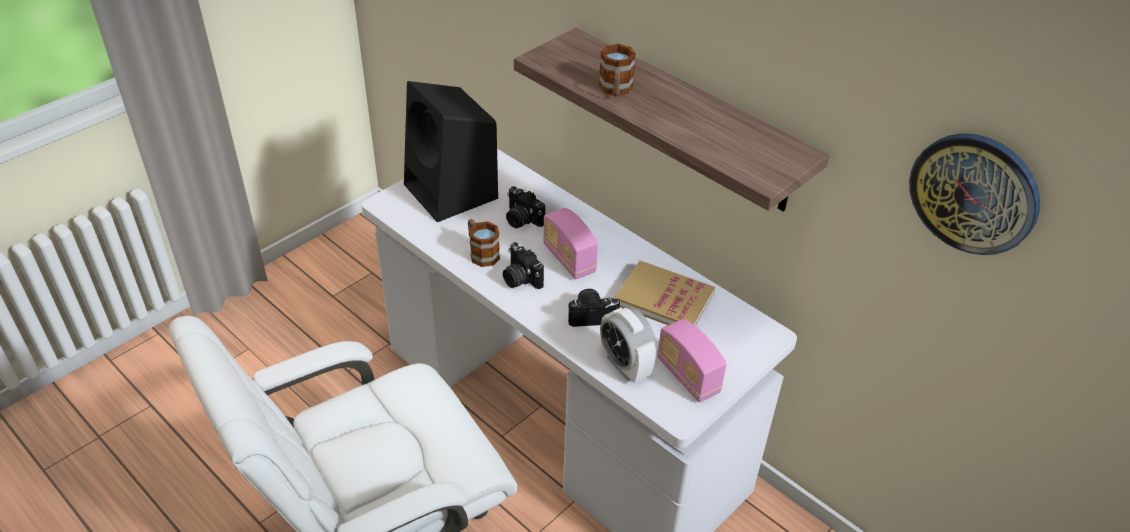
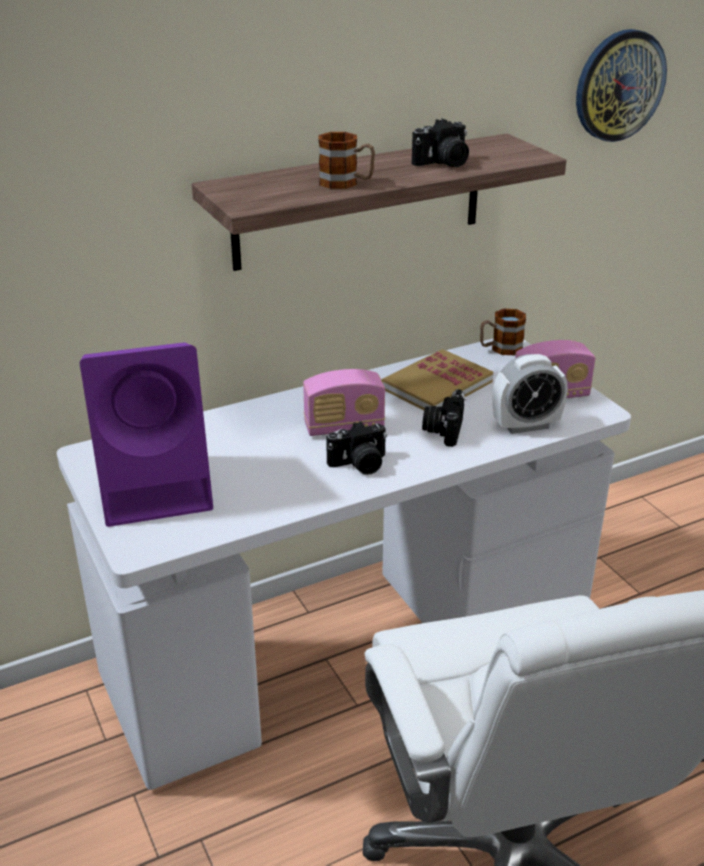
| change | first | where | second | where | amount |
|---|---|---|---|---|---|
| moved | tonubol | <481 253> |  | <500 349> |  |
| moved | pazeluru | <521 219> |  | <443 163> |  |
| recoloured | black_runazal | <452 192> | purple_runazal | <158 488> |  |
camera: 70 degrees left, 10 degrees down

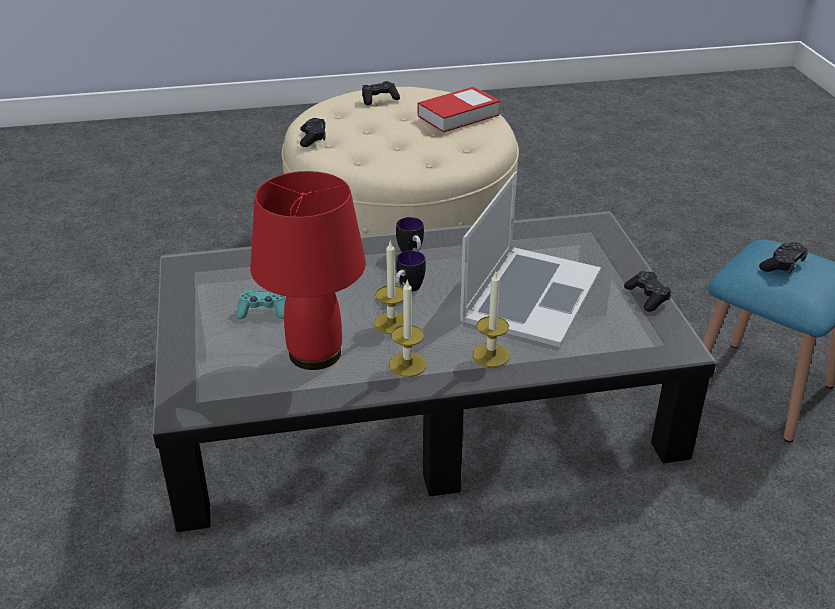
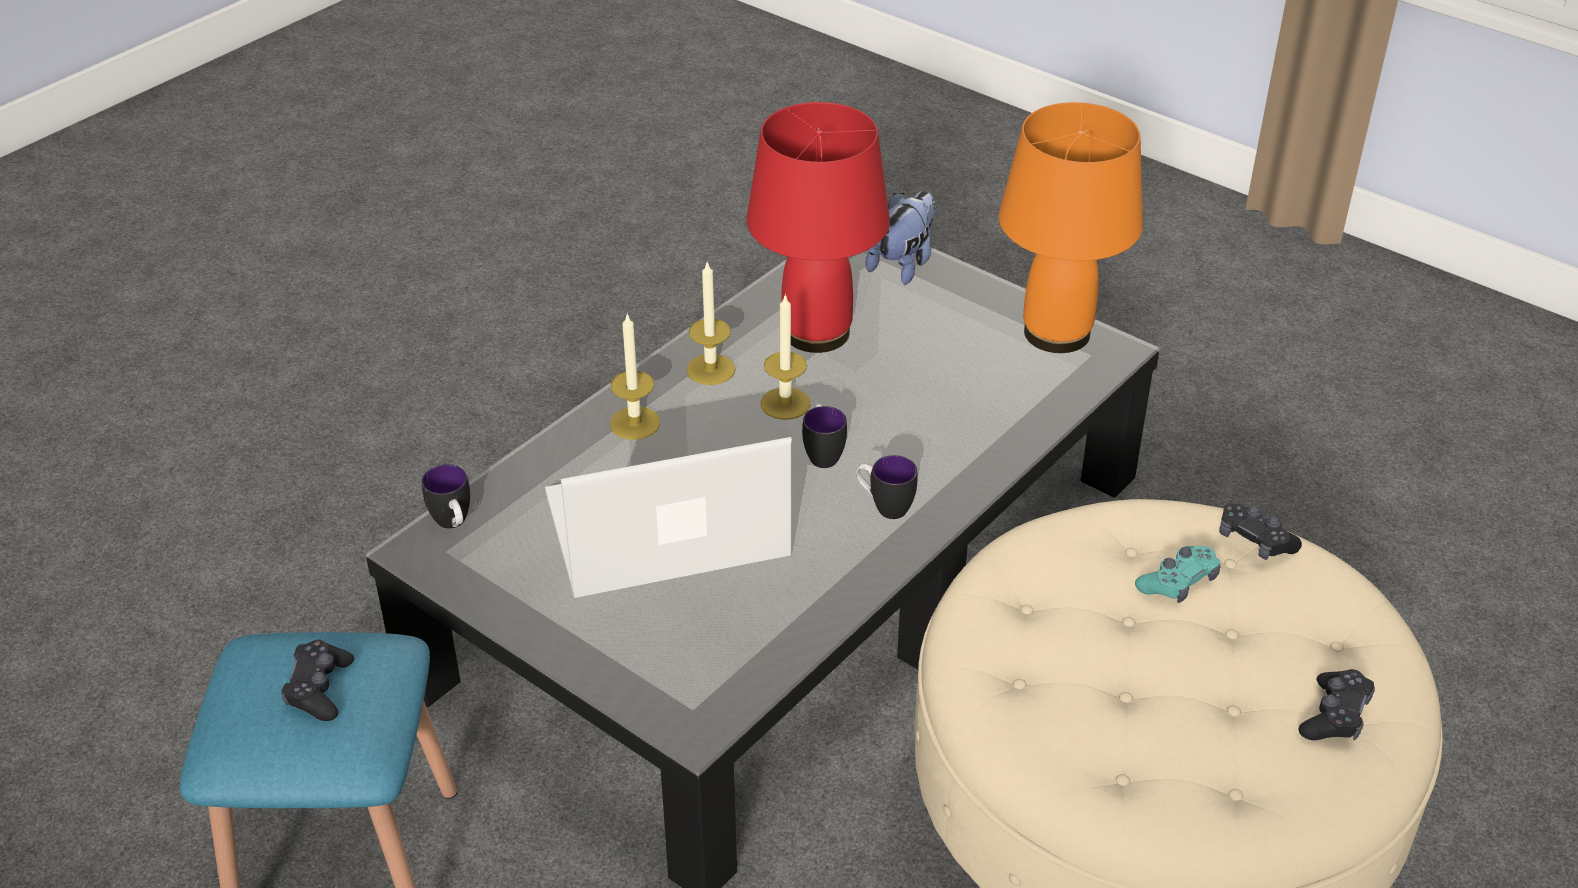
| change | first | where | second | where | amount |
|---|---|---|---|---|---|
| removed | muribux | <458 115> |  |  |  |
| removed | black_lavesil | <647 297> |  |  |  |
| added |  |  | tonubol | <453 525> |  |
| added |  |  | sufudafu | <904 264> |  |
| added |  |  | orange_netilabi | <1055 334> |  |
| moved | turquoise_lavesil | <263 311> |  | <1178 583> |  |
| turned | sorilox | <530 295> |  | <667 526> | 90 degrees clockwise |
camera: 140 degrees right, 5 degrees up

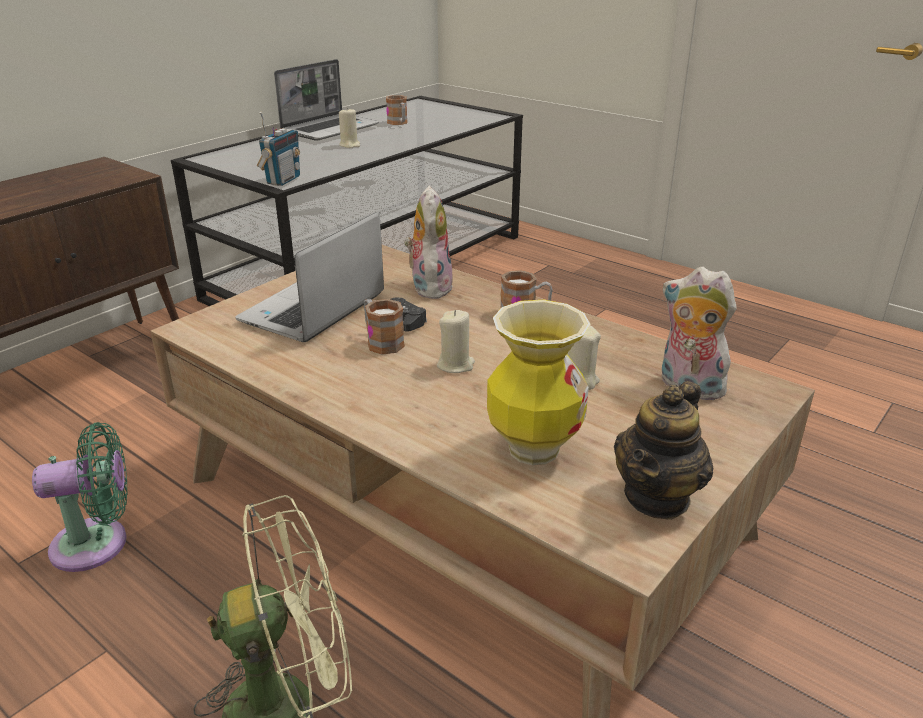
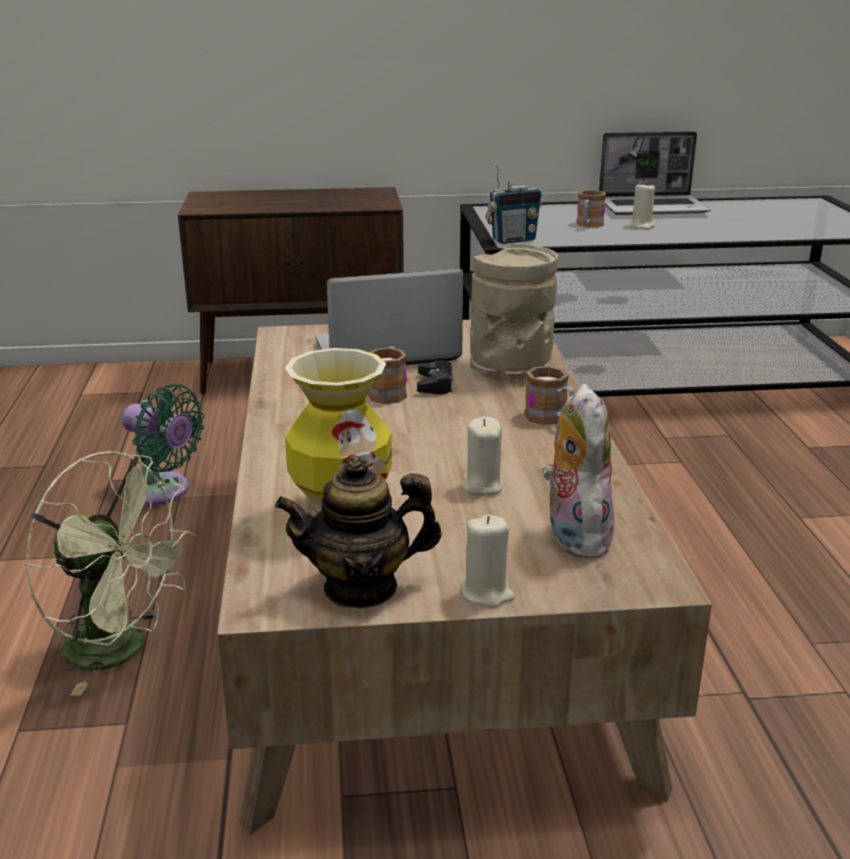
| change | first | where | second | where | amount |
|---|---|---|---|---|---|
| moved | tonubol | <399 123> |  | <588 225> |  |
| moved | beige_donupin | <456 365> |  | <486 593> |  |
| replaced | sufudafu | <429 287> | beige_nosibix | <511 369> |  |
camera: 45 degrees right, 5 degrees down

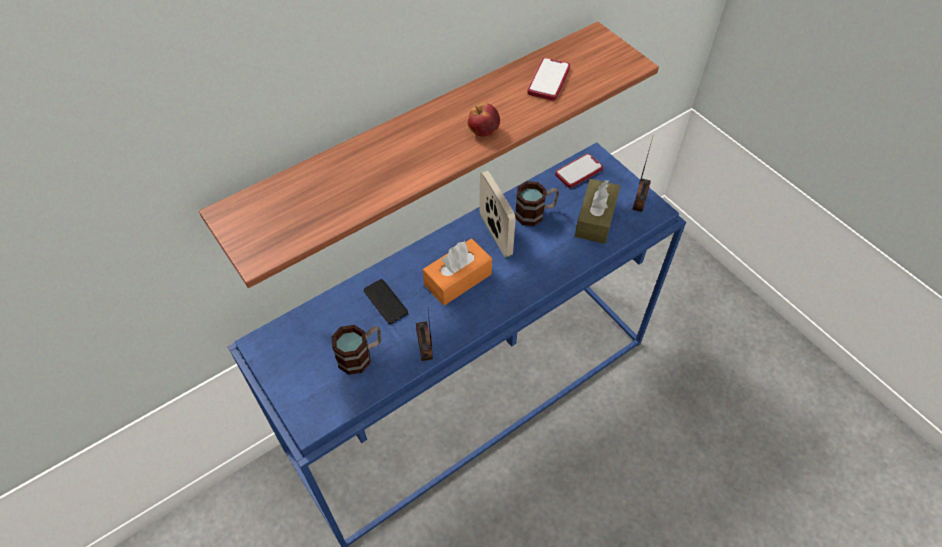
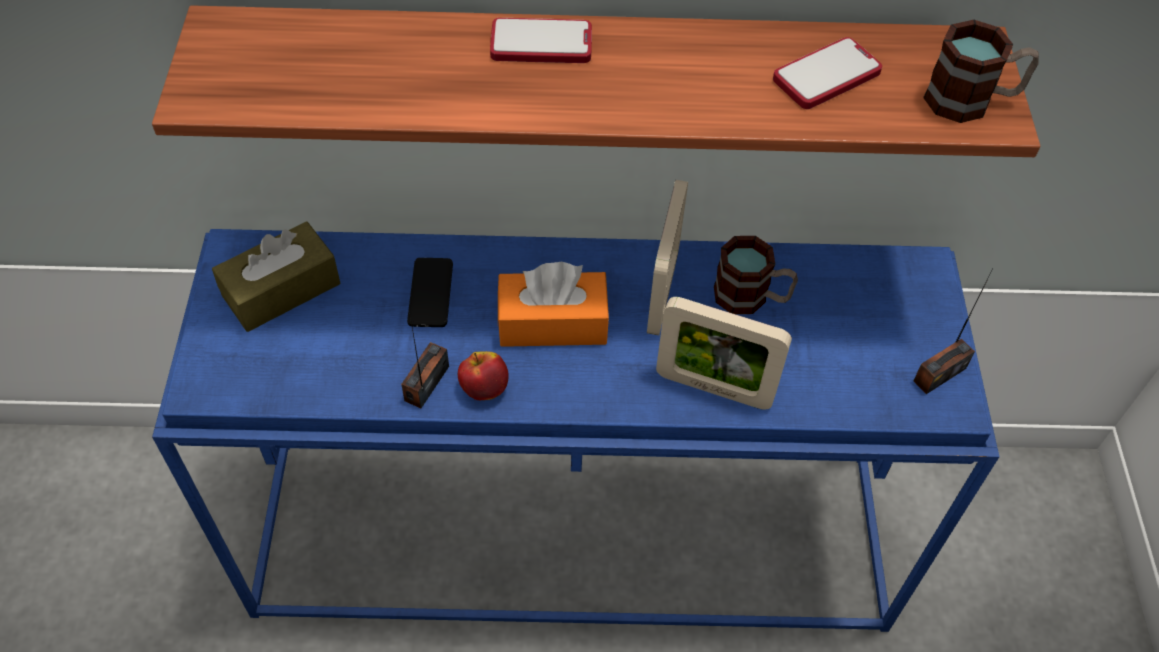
| change | first | where | second | where | amount |
|---|---|---|---|---|---|
| added |  |  | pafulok | <713 388> |  |
| moved | tonubol | <360 355> |  | <971 100> |  |
| moved | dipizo | <483 131> |  | <484 388> |  |
| moved | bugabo | <578 172> |  | <541 44> |  |
| moved | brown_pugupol | <595 219> |  | <281 290> |  |
camera: 35 degrees right, 0 degrees up

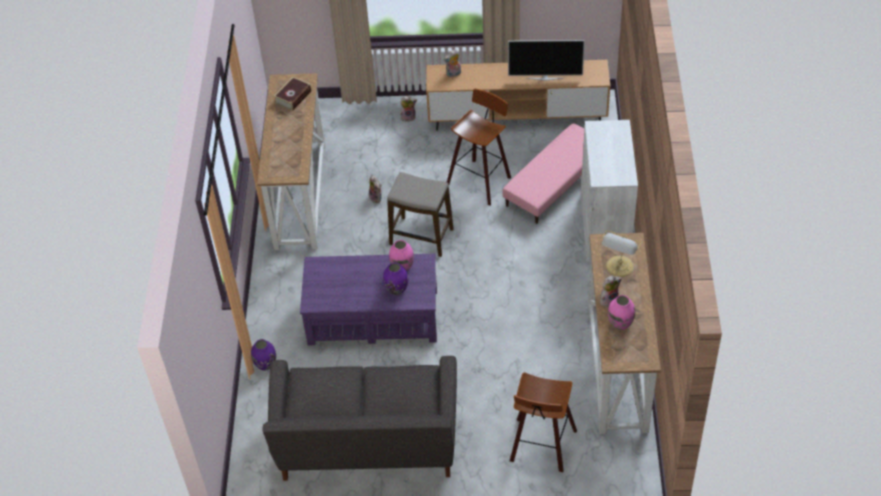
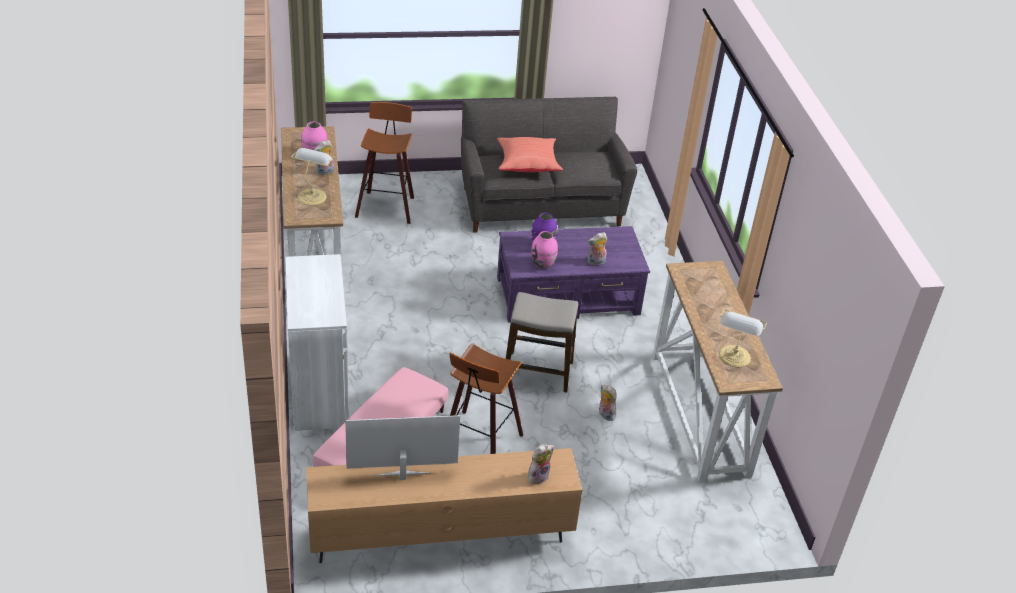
| change | first | where | second | where | amount |
|---|---|---|---|---|---|
| removed | purple_nosibix | <265 364> |  |  |  |
| added |  |  | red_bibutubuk | <527 164> |  |
| moved | sufudafu | <408 117> |  | <596 262> |  |
| replaced | muribux | <293 97> | netilabi | <734 357> |  |
camera: 165 degrees right, 10 degrees down

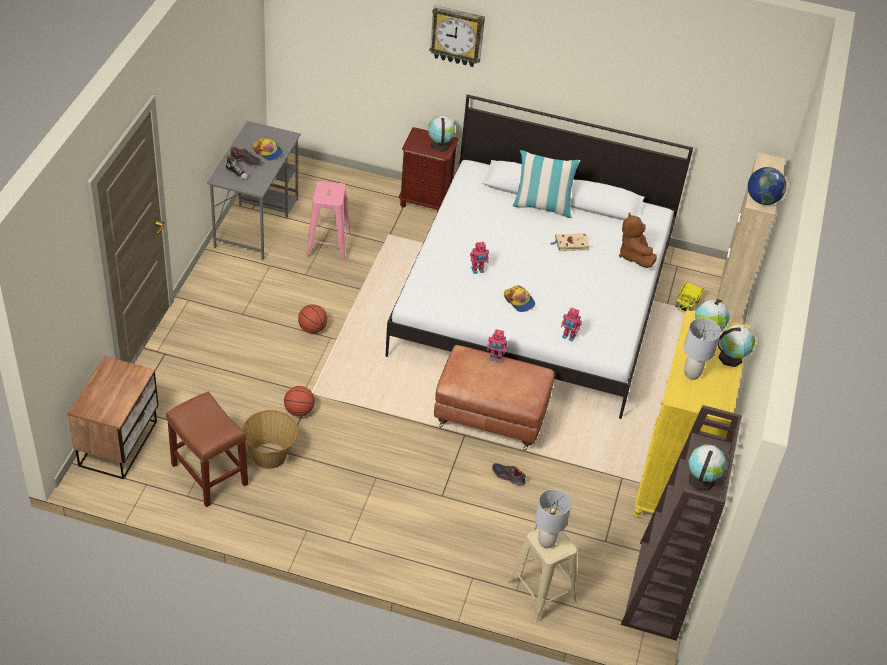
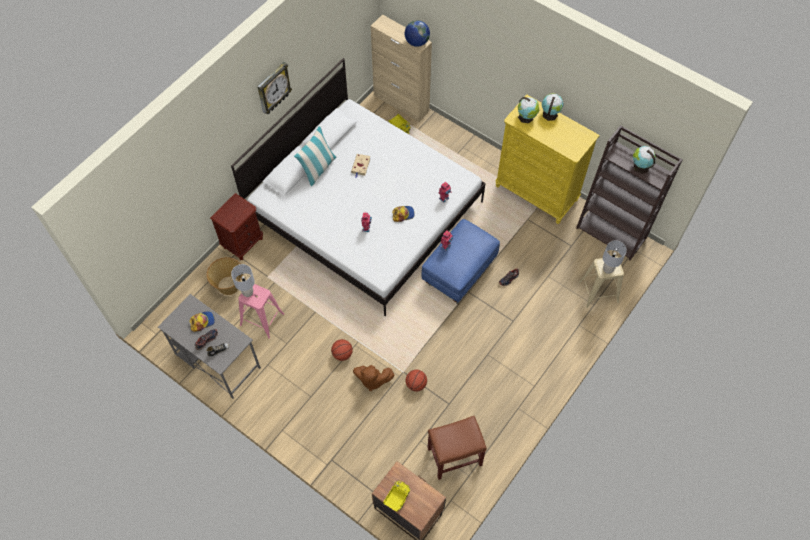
| change | first | where | second | where | amount |
|---|---|---|---|---|---|
| removed | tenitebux | <440 144> |  |  |  |
| added |  |  | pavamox | <397 498> |  |
| moved | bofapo | <270 456> |  | <229 285> |  |
| moved | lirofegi | <457 36> |  | <273 88> |  |
| moved | brown_sufudafu | <634 256> |  | <372 380> |  |
| moved | grey_netilabi | <691 374> |  | <247 293> |  |
| recoloured | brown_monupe | <491 418> | blue_monupe | <459 272> |  |
camera: 65 degrees left, 15 degrees up

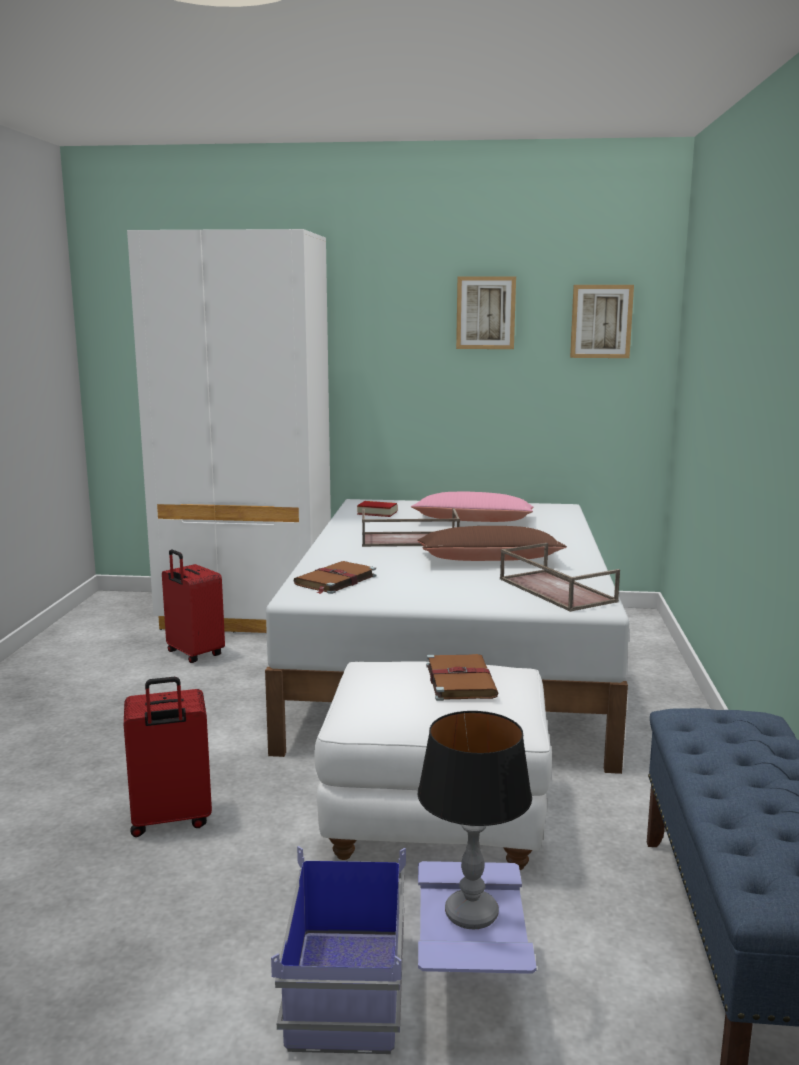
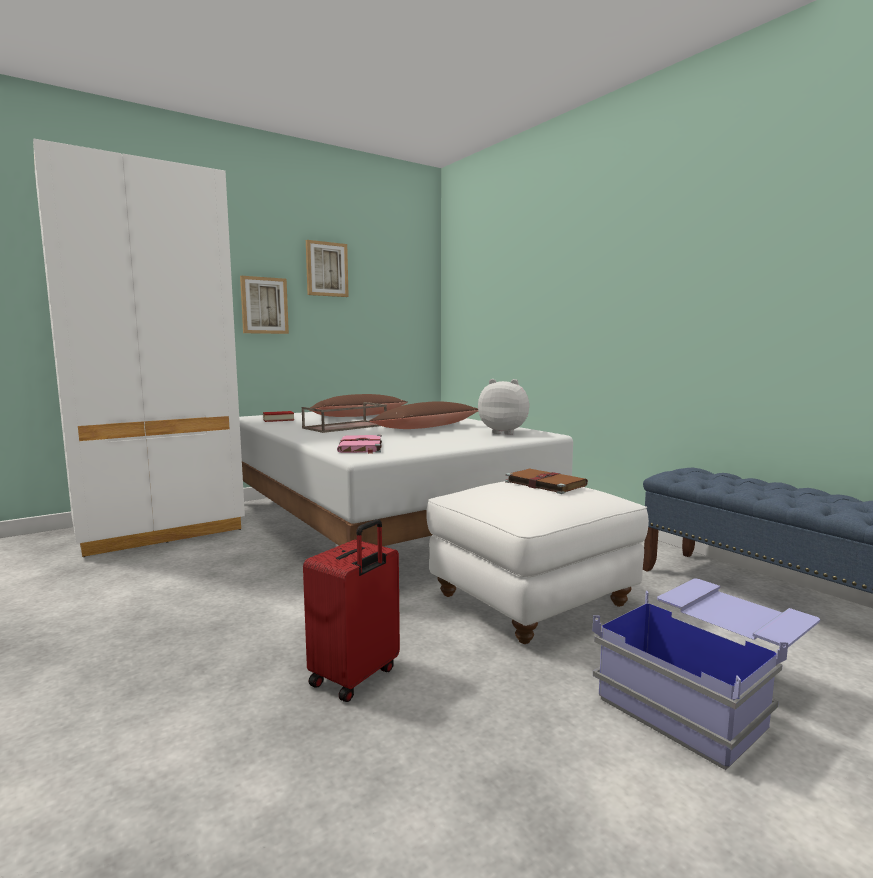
| change | first | where | second | where | amount |
|---|---|---|---|---|---|
| removed | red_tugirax | <193 654> |  |  |  |
| removed | netilabi | <471 915> |  |  |  |
| moved | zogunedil | <601 321> |  | <264 305> |  |
| replaced | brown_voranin | <554 590> | sufudafu | <504 432> |  |
| recoloured | brown_muribux | <335 580> | pink_muribux | <360 447> |  |
| recoloured | pink_bibutubuk | <473 521> | brown_bibutubuk | <358 416> |  |
camera: 40 degrees left, 5 degrees down

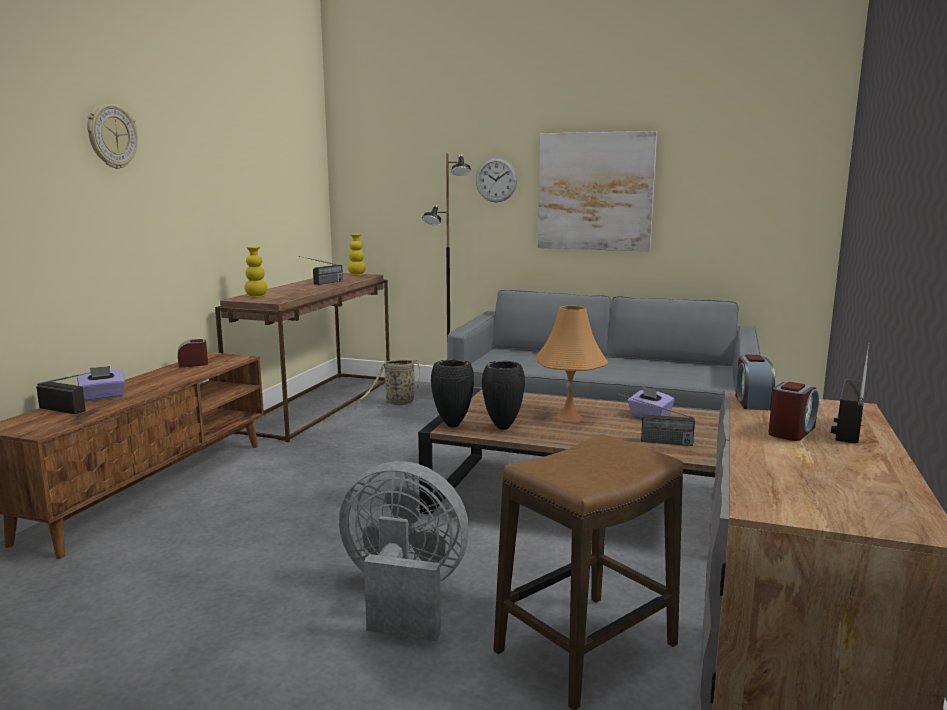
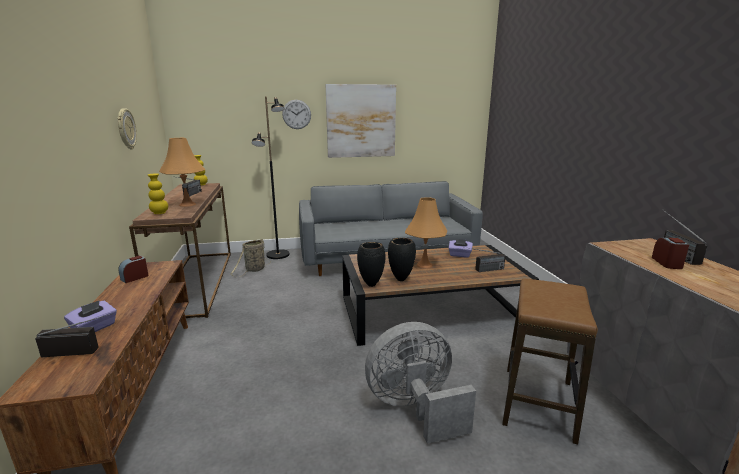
| change | first | where | second | where | amount |
|---|---|---|---|---|---|
| removed | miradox | <752 402> |  |  |  |
| added |  |  | orange_netilabi | <187 204> |  |
| moved | lirofegi | <111 136> |  | <126 129> |  |
camera: 30 degrees left, 5 degrees up

